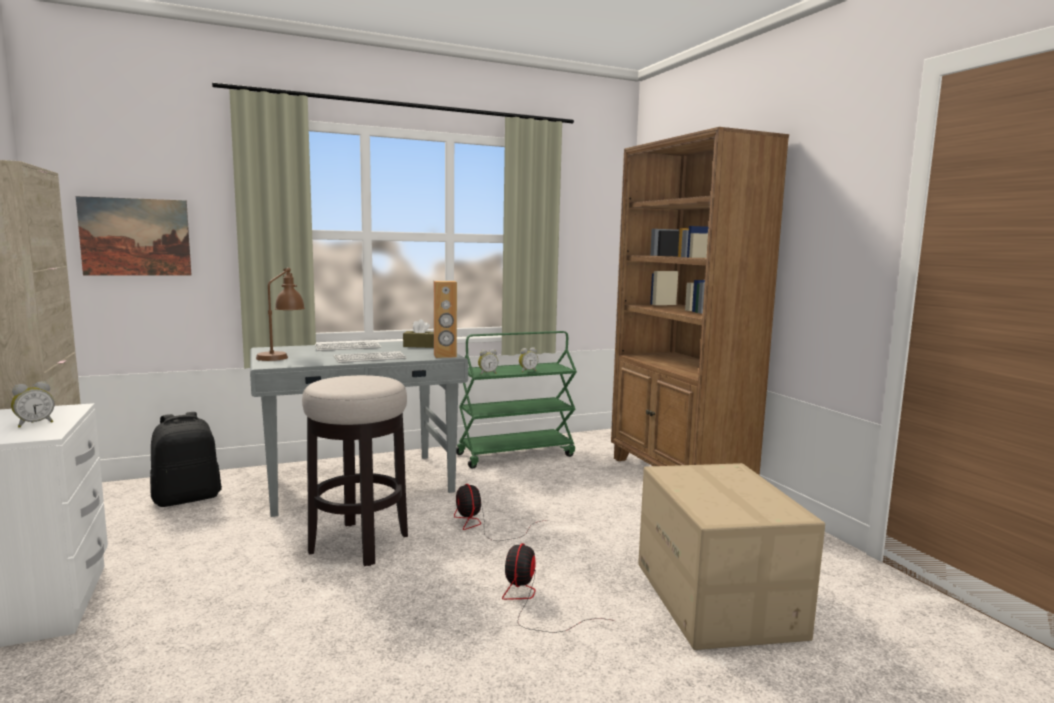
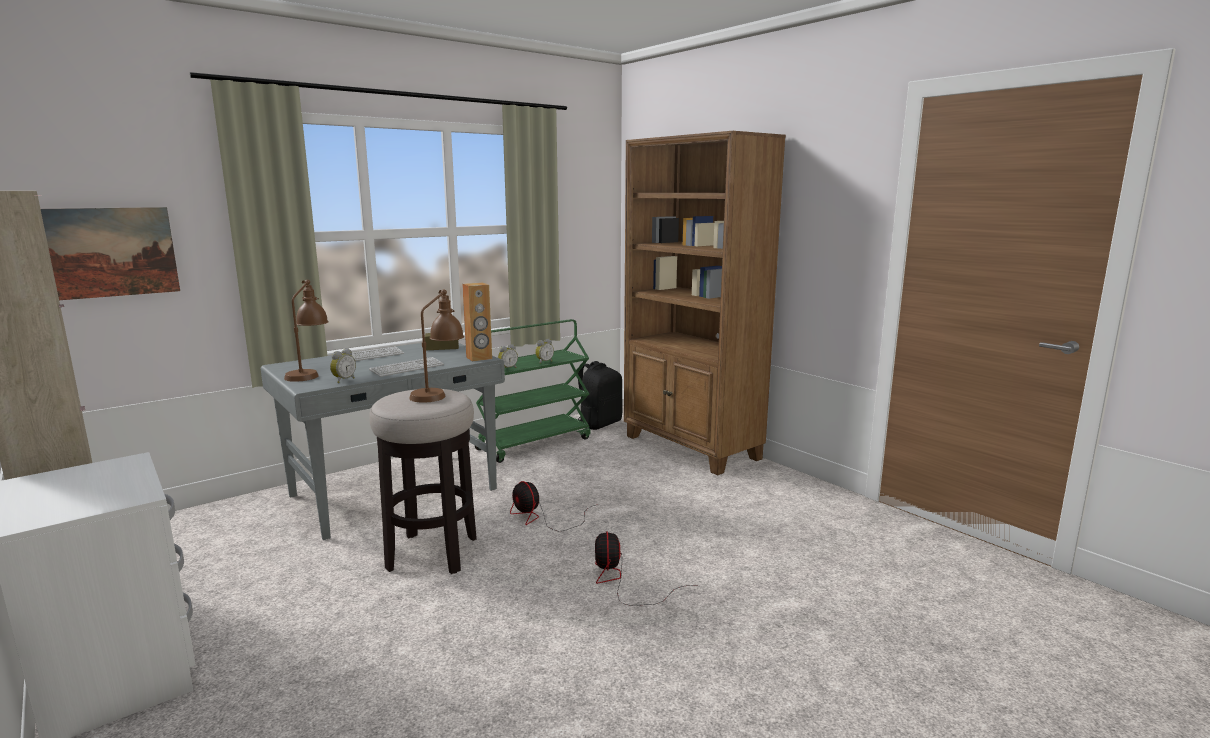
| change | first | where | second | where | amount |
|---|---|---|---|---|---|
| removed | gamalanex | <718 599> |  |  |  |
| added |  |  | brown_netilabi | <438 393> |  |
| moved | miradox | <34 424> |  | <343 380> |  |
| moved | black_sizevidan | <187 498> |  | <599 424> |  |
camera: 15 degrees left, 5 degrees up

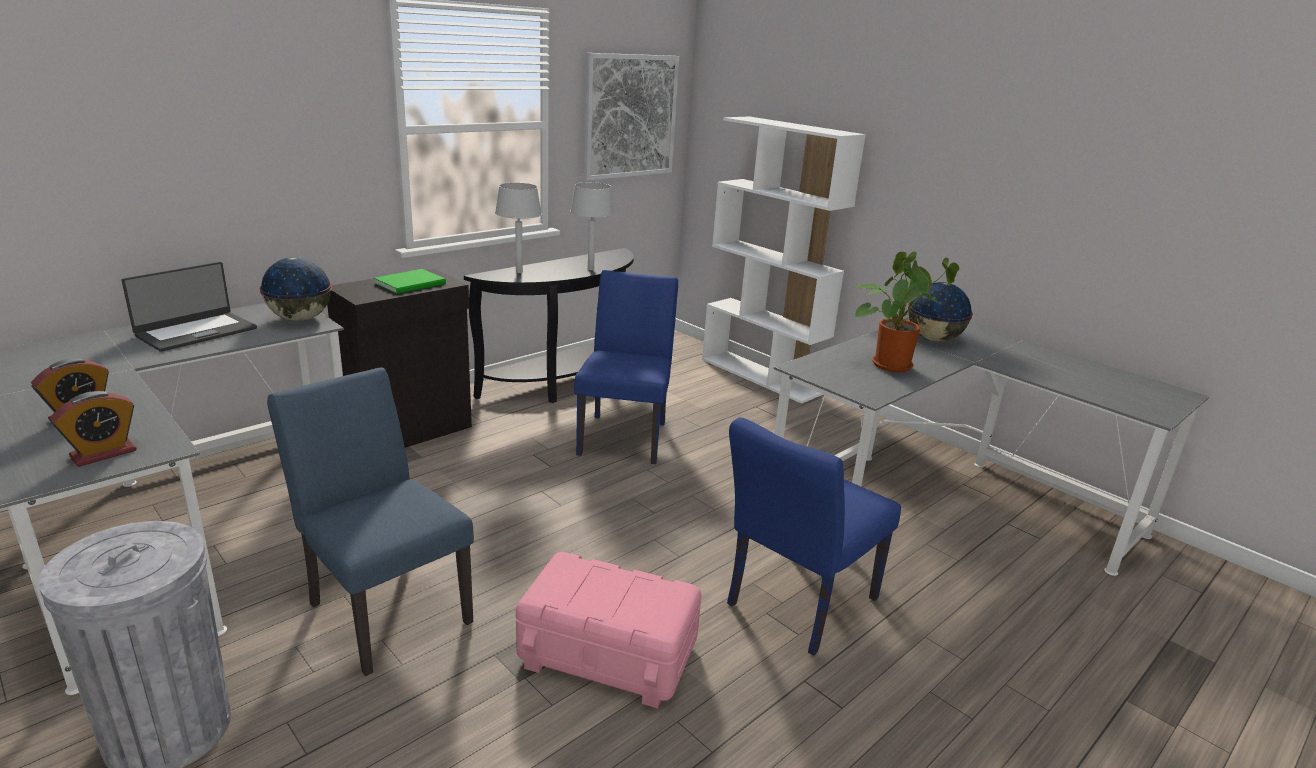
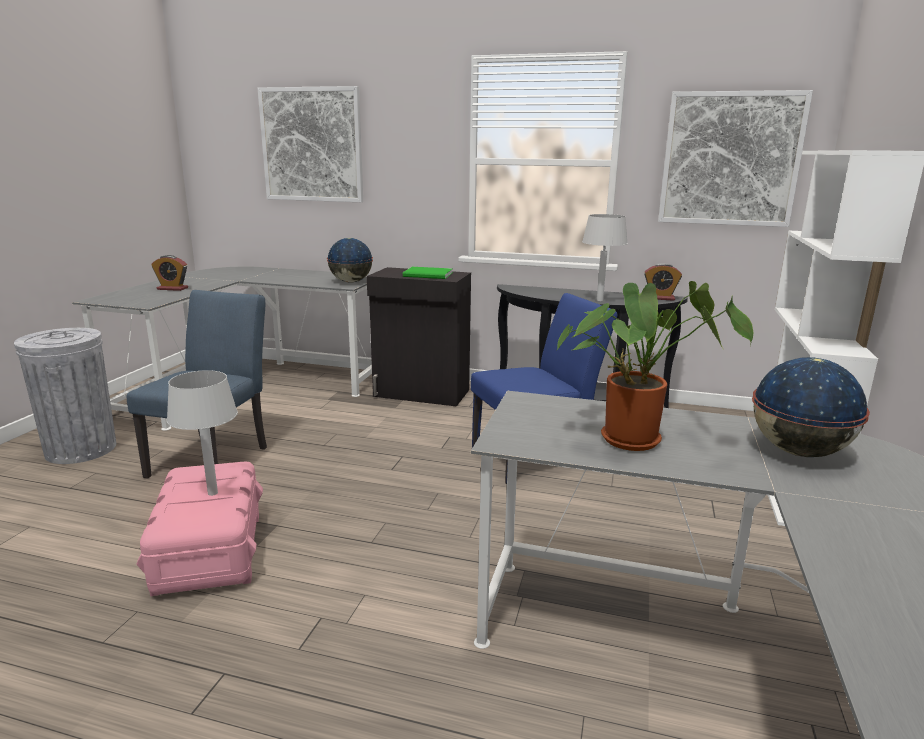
| change | first | where | second | where | amount |
|---|---|---|---|---|---|
| removed | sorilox | <196 332> |  |  |  |
| removed | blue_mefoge | <794 606> |  |  |  |
| added |  |  | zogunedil | <312 145> |  |
| moved | miradox | <103 453> |  | <660 298> |  |
| moved | grey_netilabi | <519 272> |  | <213 493> |  |
camera: 60 degrees right, 5 degrees down

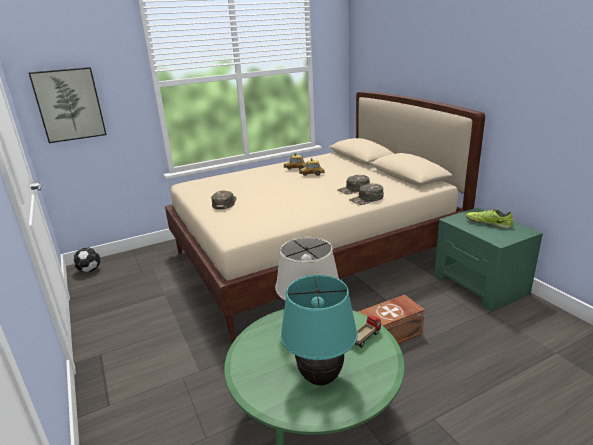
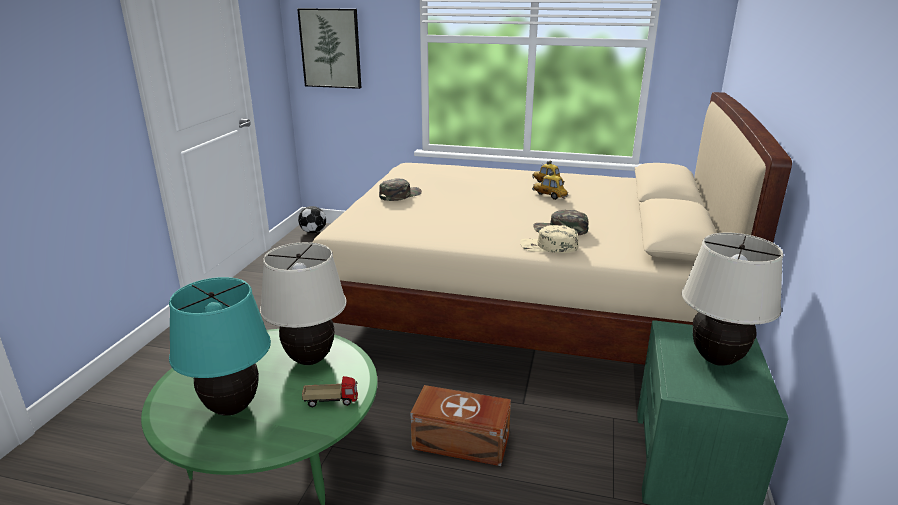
| change | first | where | second | where | amount |
|---|---|---|---|---|---|
| replaced | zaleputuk | <488 223> | beige_netilabi | <717 359> |  |
| recoloured | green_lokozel | <366 199> | beige_lokozel | <548 246> |  |
camera: 40 degrees right, 0 degrees up

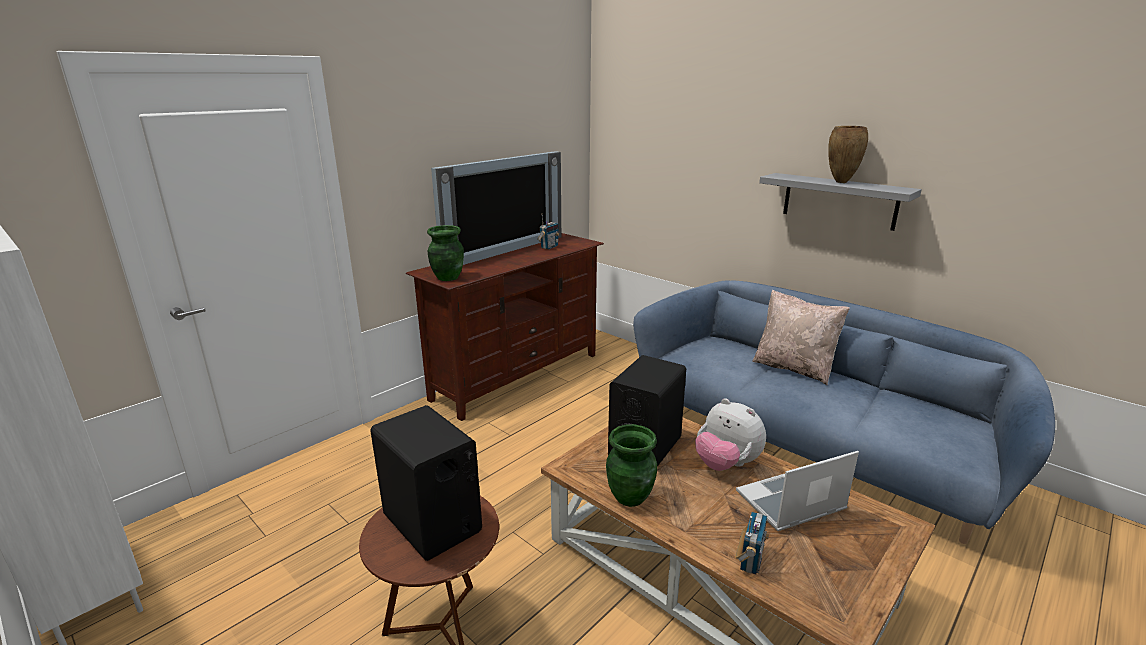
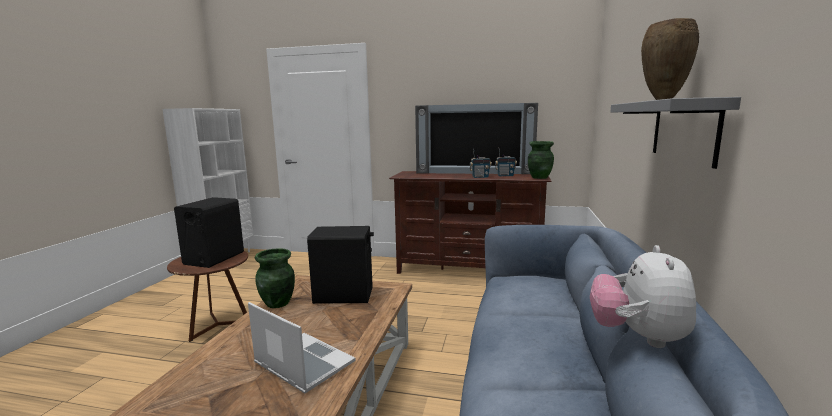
| change | first | where | second | where | amount |
|---|---|---|---|---|---|
| removed | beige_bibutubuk | <793 368> |  |  |  |
| moved | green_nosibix | <447 278> |  | <539 177> |  |
| moved | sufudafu | <726 464> |  | <638 337> |  |
| moved | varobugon | <749 561> |  | <480 177> |  |
camera: 60 degrees right, 10 degrees down

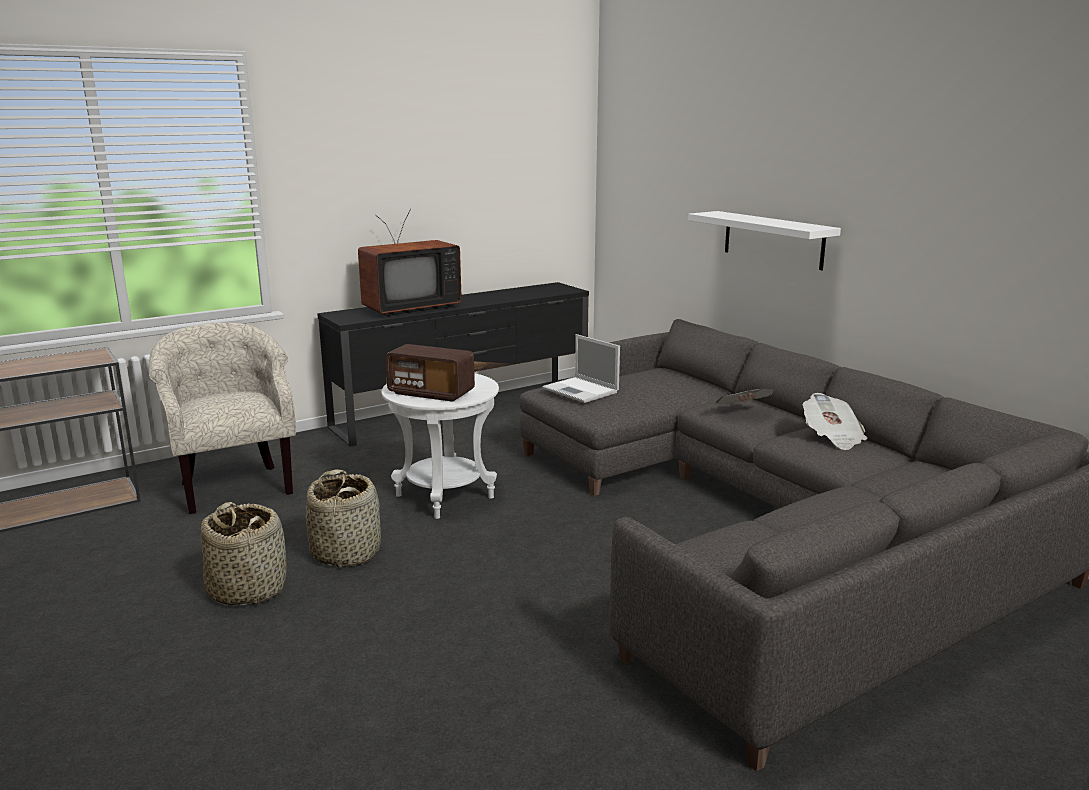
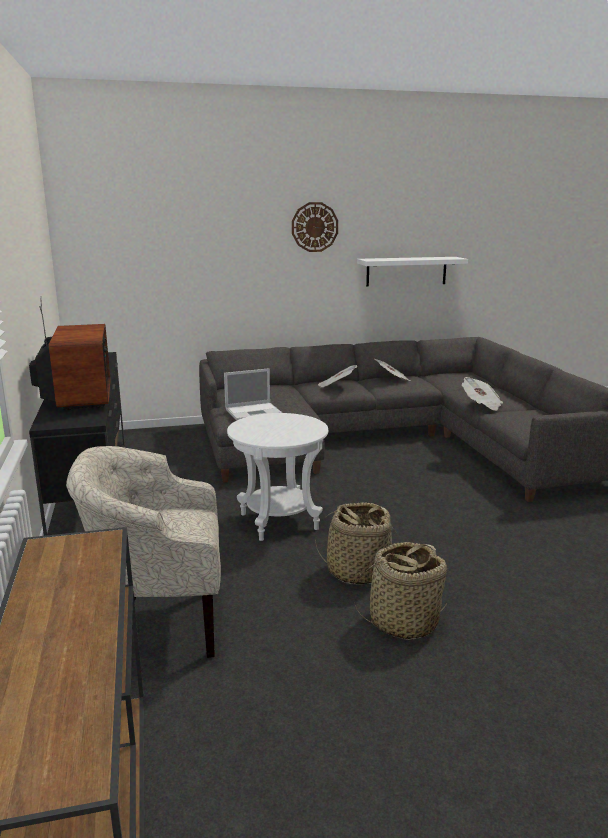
| change | first | where | second | where | amount |
|---|---|---|---|---|---|
| removed | varobugon | <431 393> |  |  |  |
| added |  |  | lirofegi | <314 227> |  |
| added |  |  | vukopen | <481 404> |  |
| moved | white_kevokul | <773 239> |  | <406 271> |  |
camera: 70 degrees left, 0 degrees up

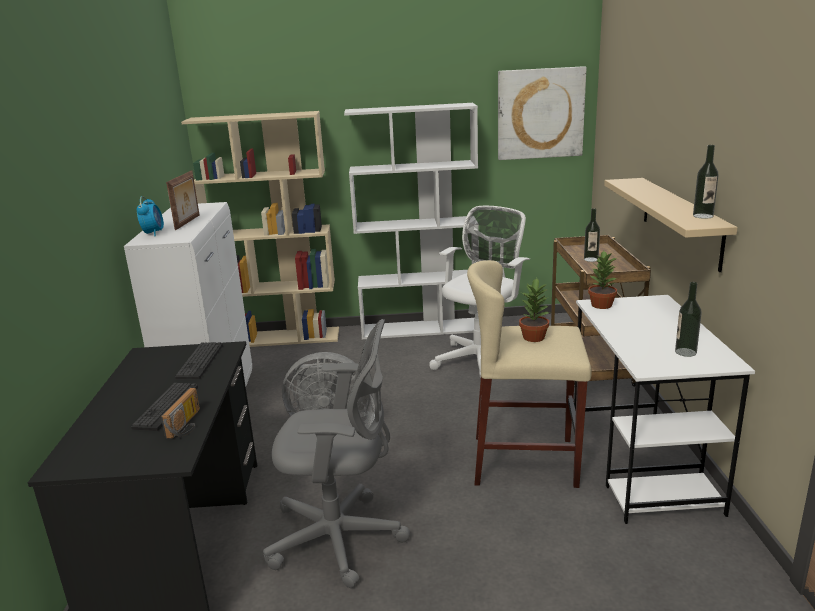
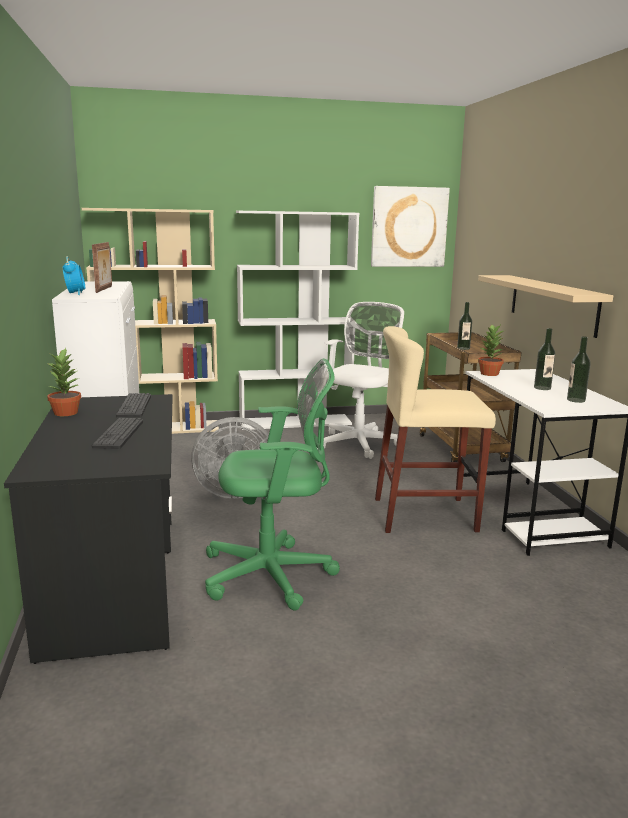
| change | first | where | second | where | amount |
|---|---|---|---|---|---|
| removed | varobugon | <187 425> |  |  |  |
| moved | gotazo | <534 337> |  | <66 413> |  |
| moved | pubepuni | <703 216> |  | <542 388> |  |
| recoloured | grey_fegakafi | <341 539> | green_fegakafi | <274 575> |  |
camera: 10 degrees left, 5 degrees down

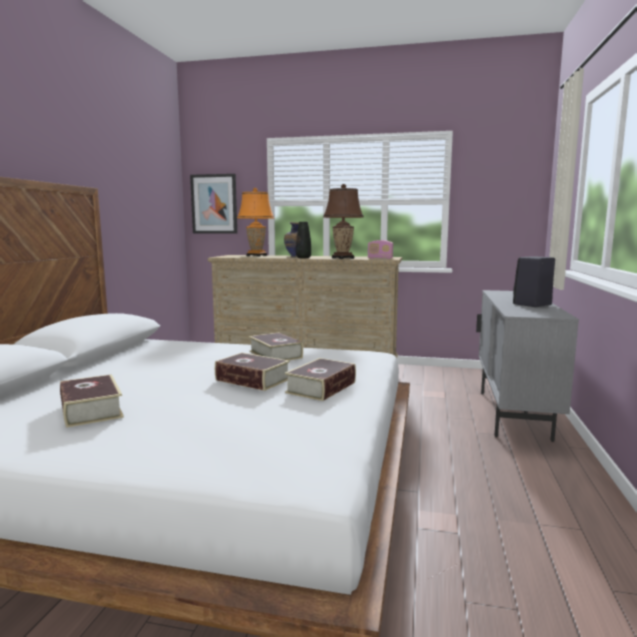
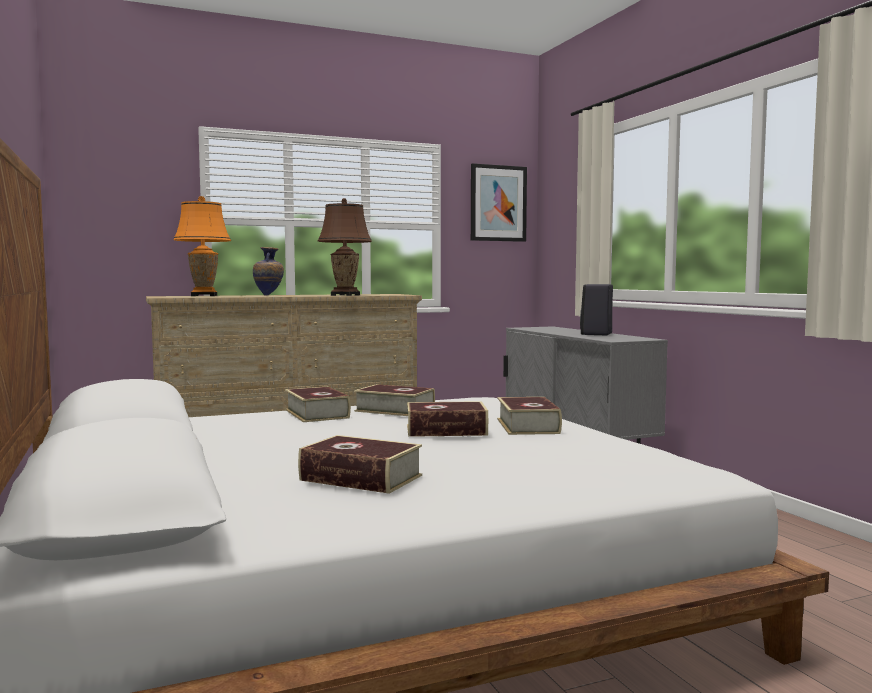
| change | first | where | second | where | amount |
|---|---|---|---|---|---|
| removed | black_nosibix | <303 258> |  |  |  |
| removed | varobugon | <380 258> |  |  |  |
| added |  |  | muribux | <317 414> |  |
| moved | zogunedil | <214 204> |  | <498 203> |  |
camera: 35 degrees left, 5 degrees down

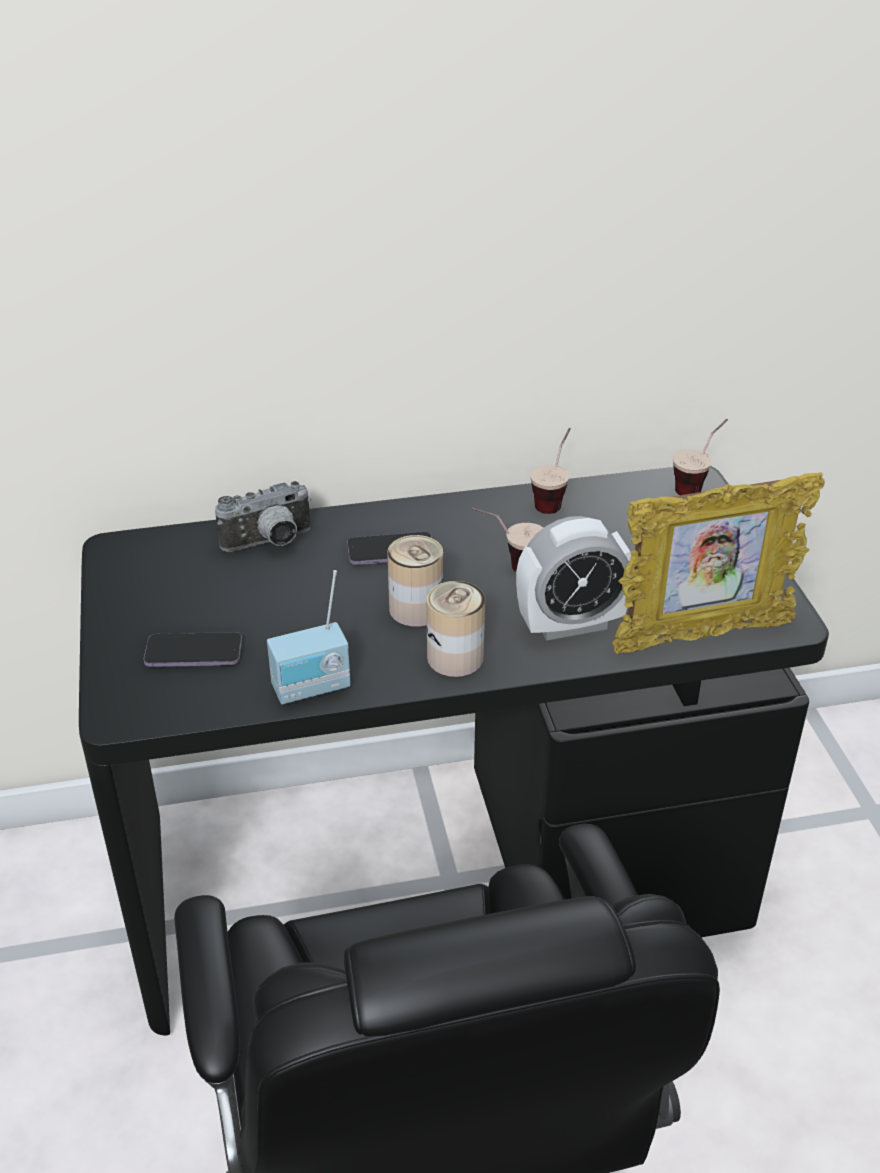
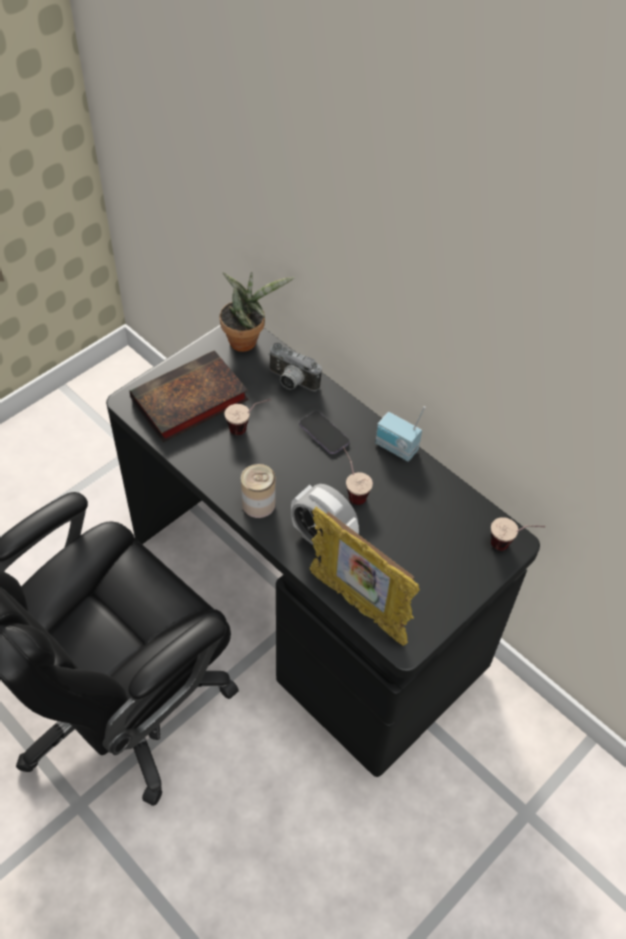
| change | first | where | second | where | amount |
|---|---|---|---|---|---|
| removed | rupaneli | <416 609> |  |  |  |
| added |  |  | gotazo | <247 340> |  |
| moved | varobugon | <312 689> |  | <395 449> |  |
| moved | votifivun | <553 499> |  | <248 428> |  |
| replaced | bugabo | <194 653> | muribux | <188 402> |  |
camera: 55 degrees right, 15 degrees up

